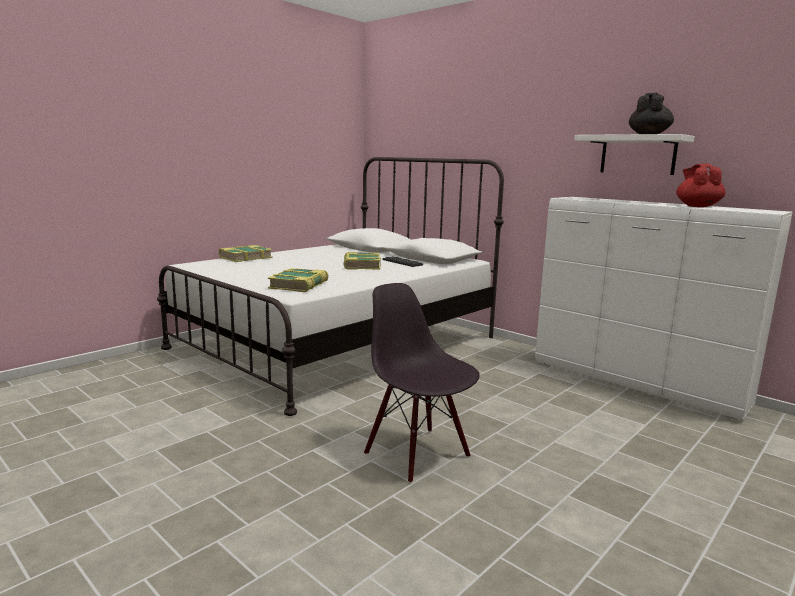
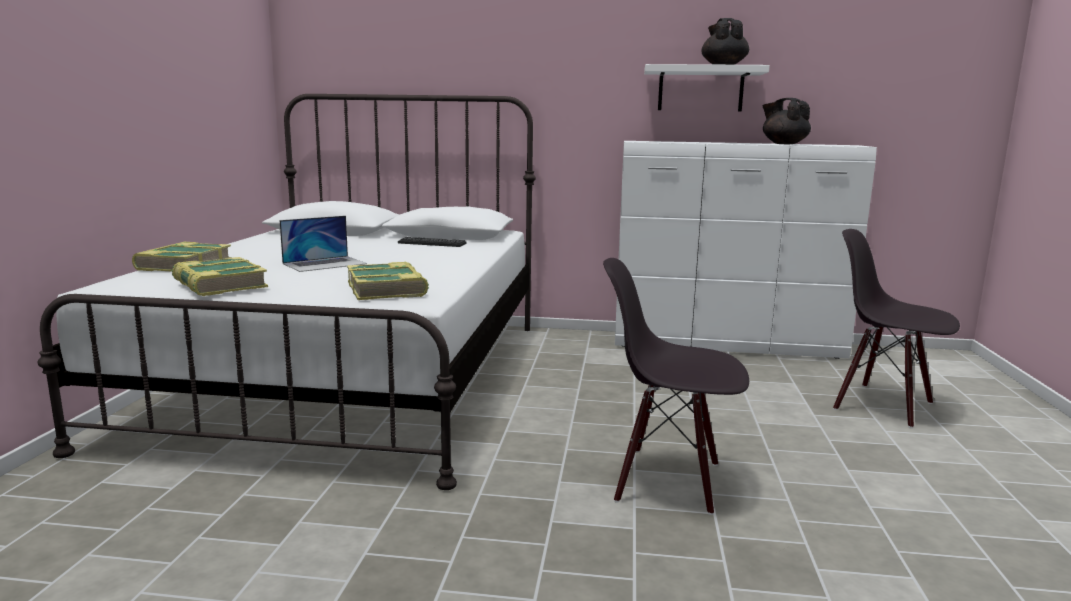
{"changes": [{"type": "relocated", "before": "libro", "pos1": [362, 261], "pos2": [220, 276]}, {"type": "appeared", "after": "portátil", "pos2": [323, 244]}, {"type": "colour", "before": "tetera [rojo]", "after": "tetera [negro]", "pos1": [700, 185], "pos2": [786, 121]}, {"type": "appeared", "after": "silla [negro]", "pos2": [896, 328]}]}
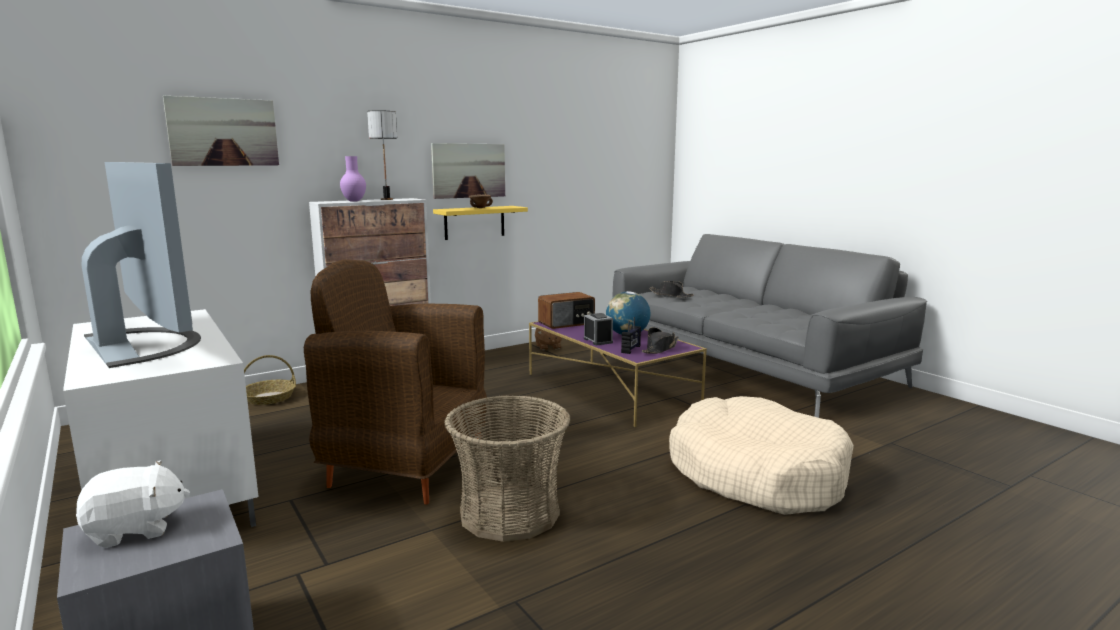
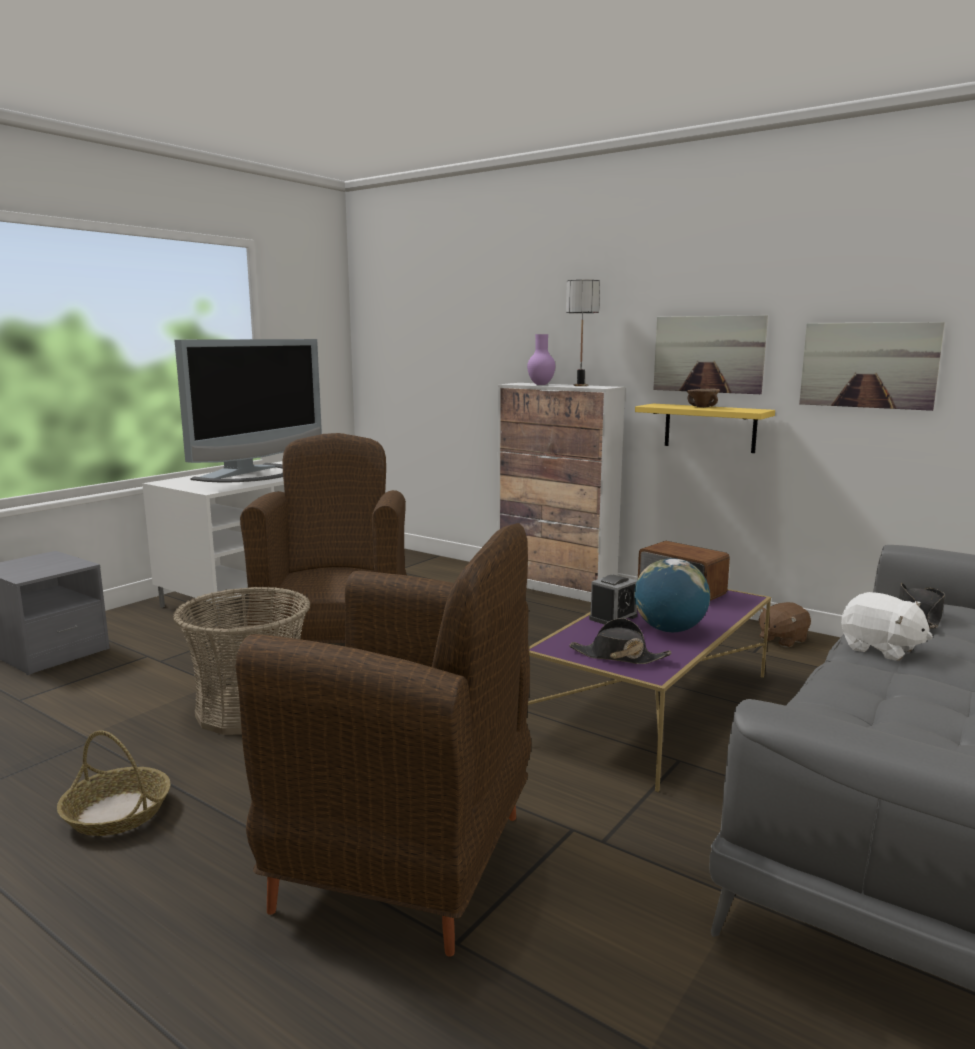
{"changes": [{"type": "relocated", "before": "cesta", "pos1": [270, 380], "pos2": [114, 783]}, {"type": "exchanged", "before": "cama para perro [beis]", "after": "sillón [marrón]", "pos1": [761, 455], "pos2": [384, 740]}, {"type": "relocated", "before": "cuadro", "pos1": [221, 130], "pos2": [872, 366]}, {"type": "relocated", "before": "peluche [blanco]", "pos1": [133, 504], "pos2": [887, 626]}, {"type": "missing", "before": "radio", "pos1": [631, 335]}]}
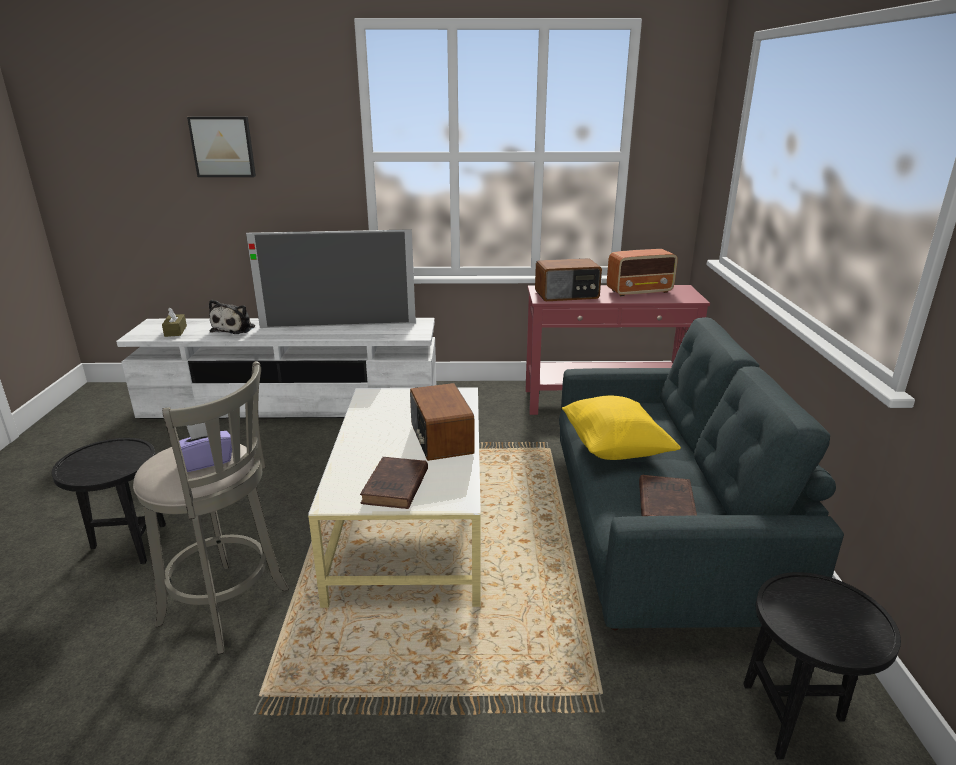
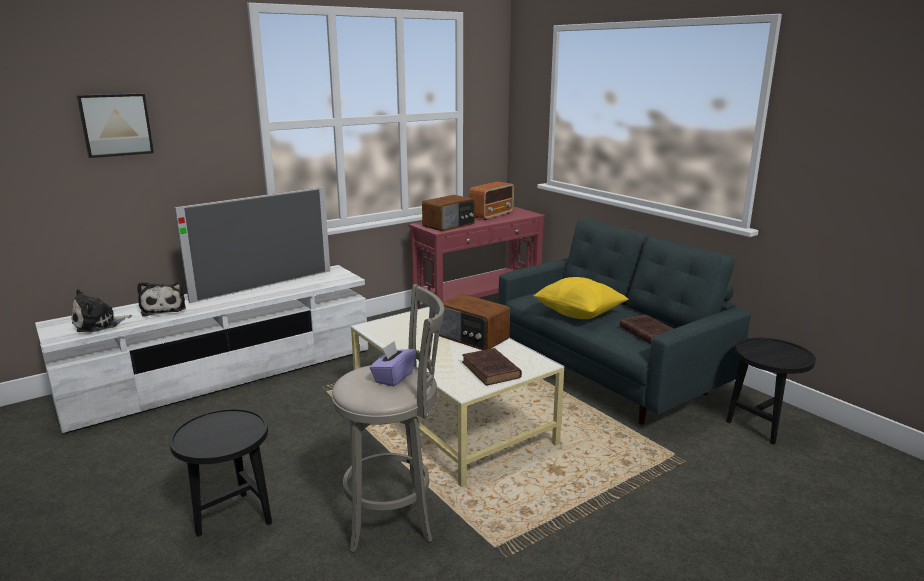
{"changes": [{"type": "exchanged", "before": "caja de pañuelos [marrón]", "after": "peluche", "pos1": [174, 322], "pos2": [101, 311]}]}
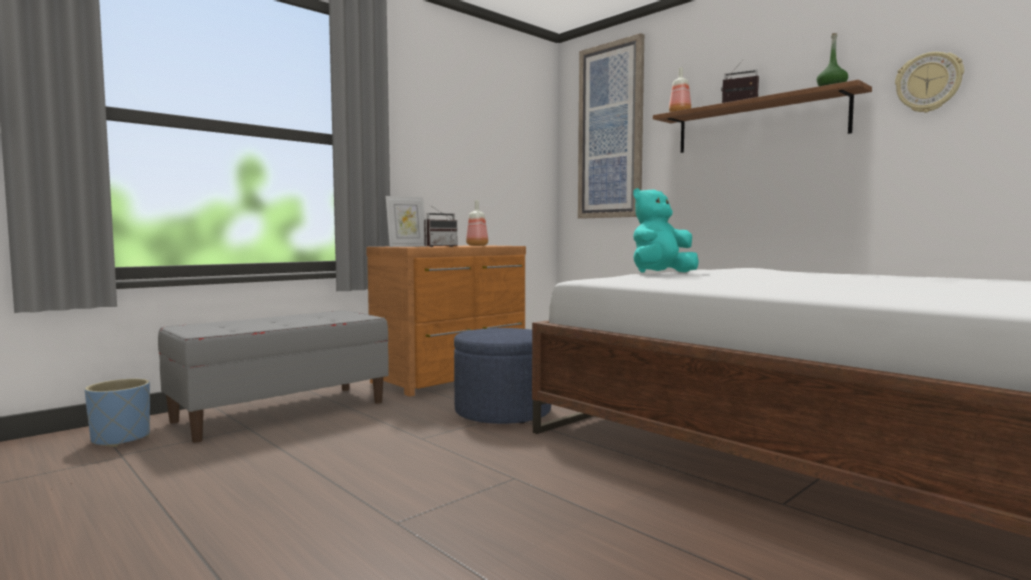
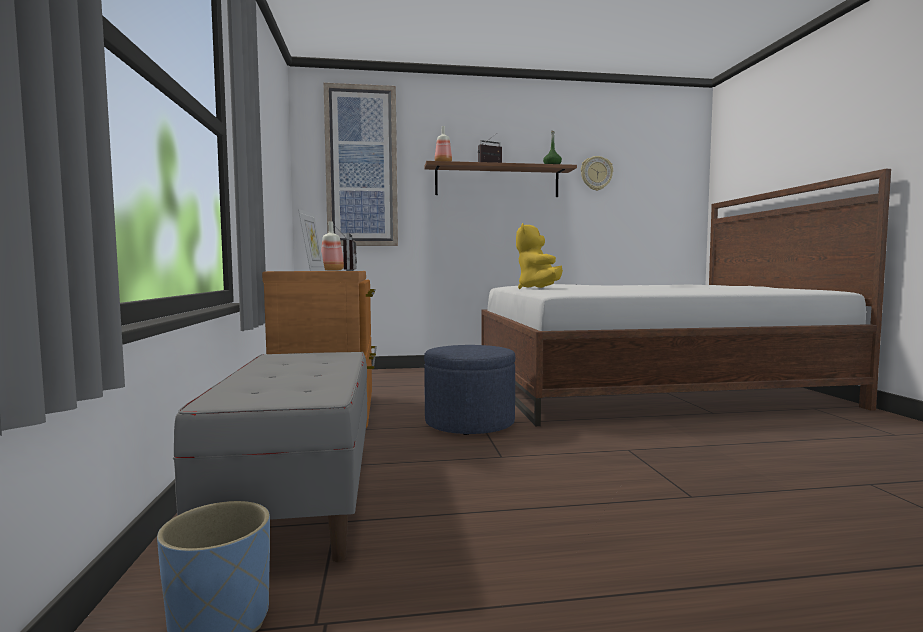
{"changes": [{"type": "colour", "before": "peluche [turquesa]", "after": "peluche [amarillo]", "pos1": [666, 230], "pos2": [539, 256]}]}
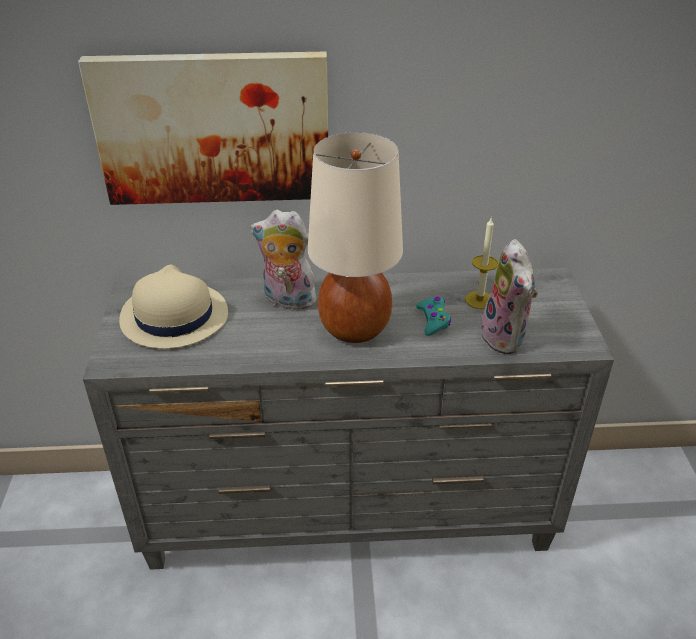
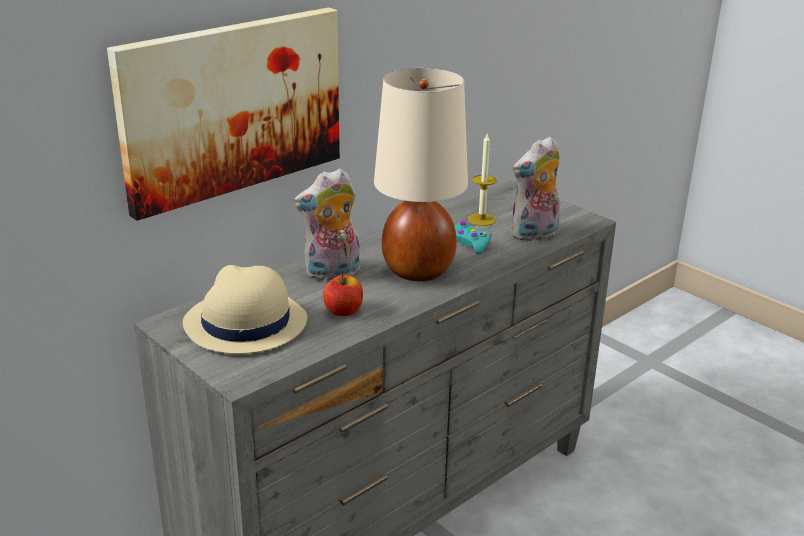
{"changes": [{"type": "appeared", "after": "manzana", "pos2": [343, 295]}, {"type": "spun", "before": "peluche", "pos1": [507, 296], "pos2": [535, 190], "turn": 105}]}
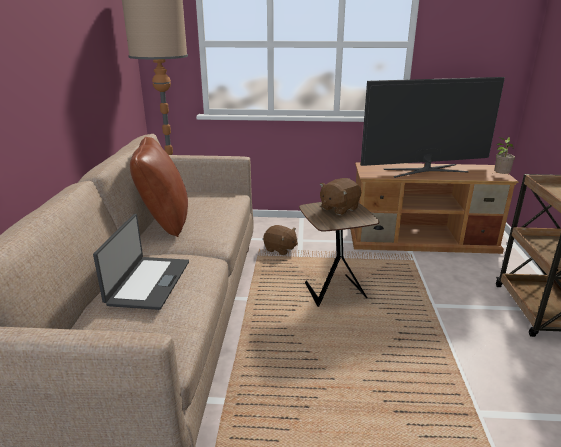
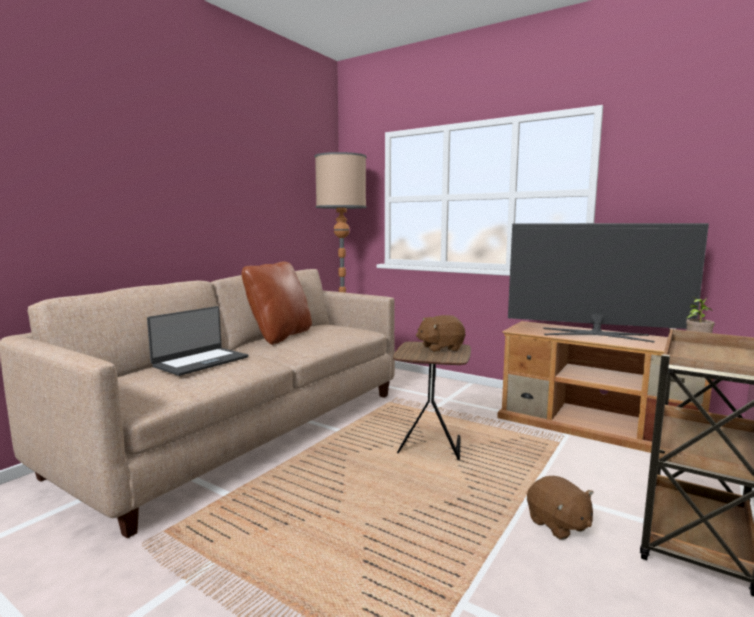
{"changes": [{"type": "relocated", "before": "peluche [marrón]", "pos1": [280, 240], "pos2": [560, 508]}]}
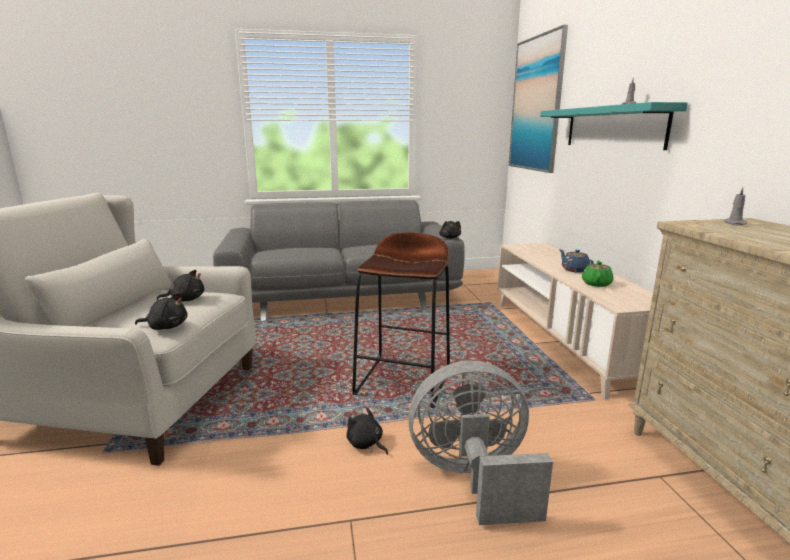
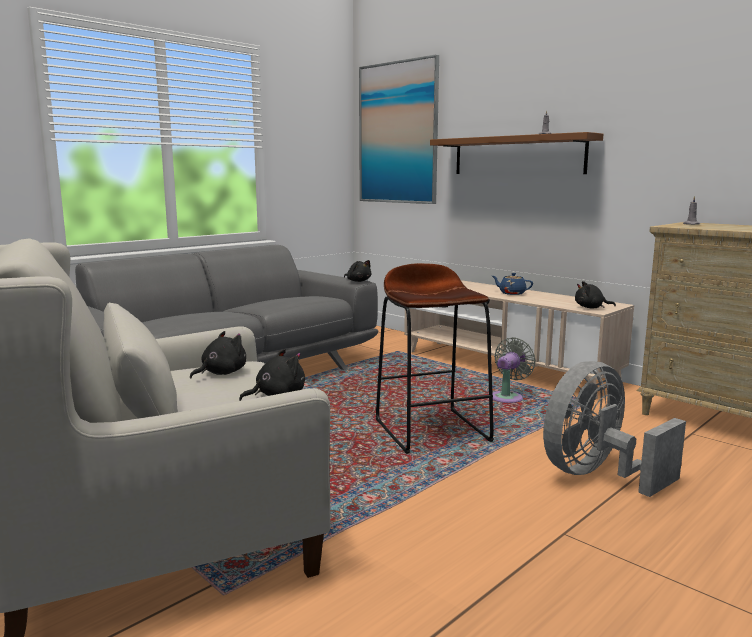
{"changes": [{"type": "colour", "before": "estante [turquesa]", "after": "estante [marrón]", "pos1": [614, 126], "pos2": [516, 153]}, {"type": "appeared", "after": "ventilador [gris]", "pos2": [514, 370]}, {"type": "relocated", "before": "peluche [negro]", "pos1": [367, 431], "pos2": [595, 294]}, {"type": "missing", "before": "tetera [verde]", "pos1": [598, 273]}]}
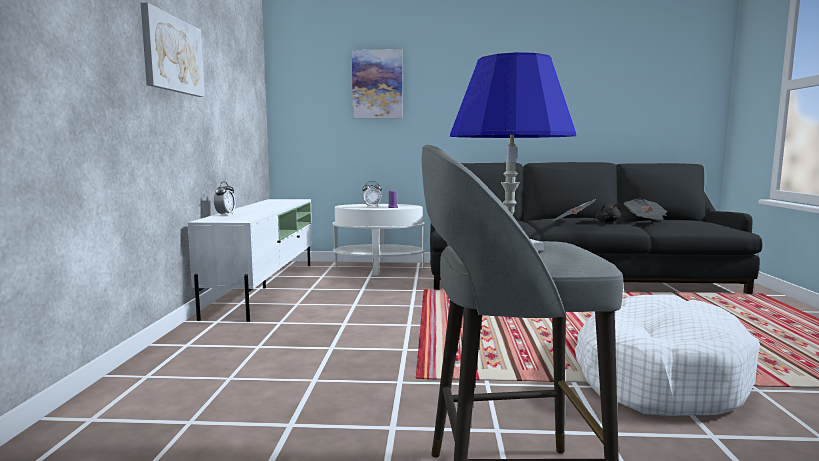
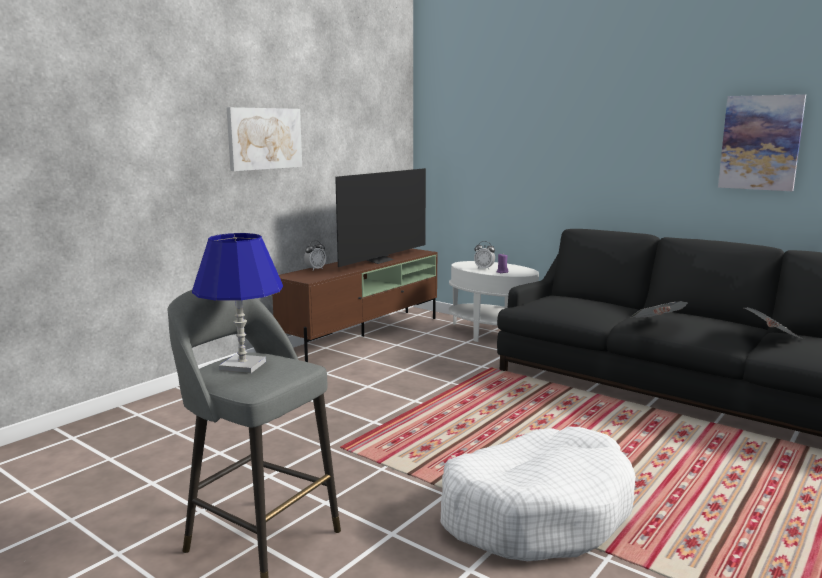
{"changes": [{"type": "colour", "before": "mueble de televisión [blanco]", "after": "mueble de televisión [marrón]", "pos1": [250, 260], "pos2": [354, 305]}, {"type": "appeared", "after": "televisor", "pos2": [380, 217]}, {"type": "relocated", "before": "cuadro", "pos1": [377, 83], "pos2": [762, 142]}, {"type": "missing", "before": "peluche [negro]", "pos1": [608, 212]}]}
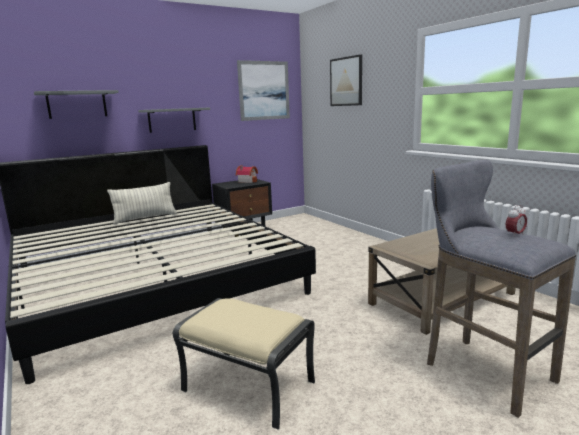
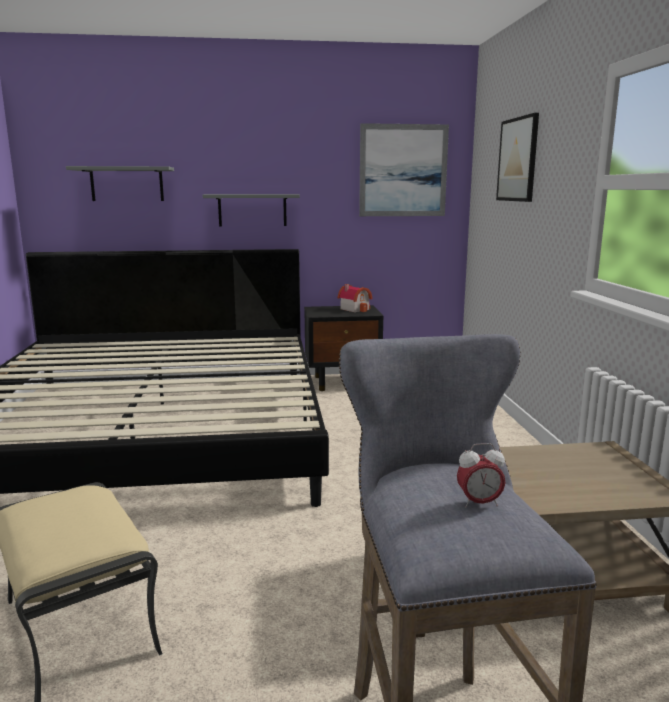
{"changes": [{"type": "missing", "before": "cojín", "pos1": [142, 203]}]}
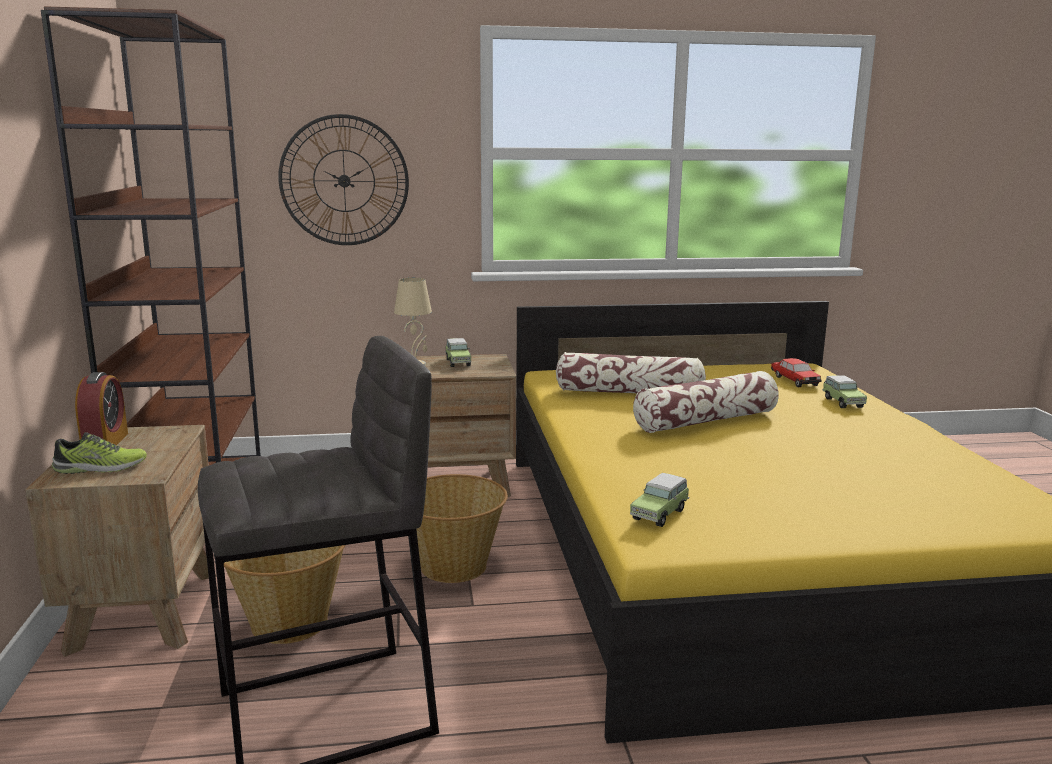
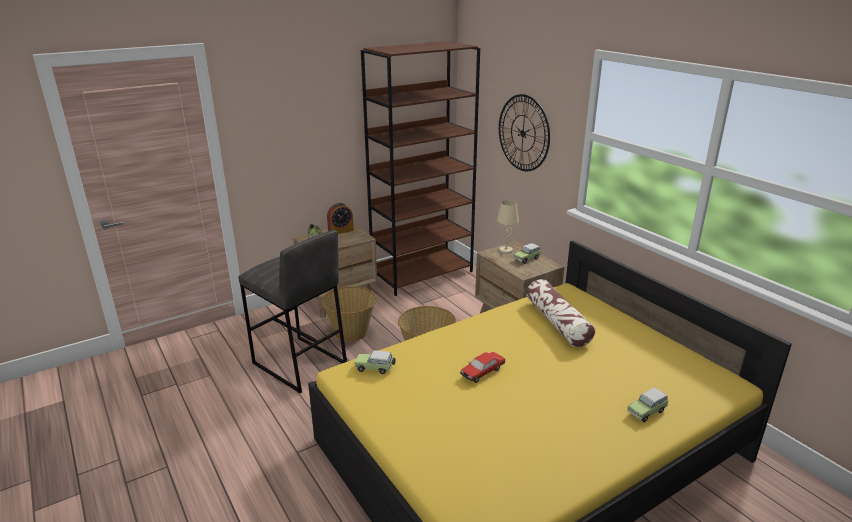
{"changes": [{"type": "relocated", "before": "coche de juguete", "pos1": [796, 372], "pos2": [482, 367]}, {"type": "missing", "before": "cojín", "pos1": [706, 402]}]}
